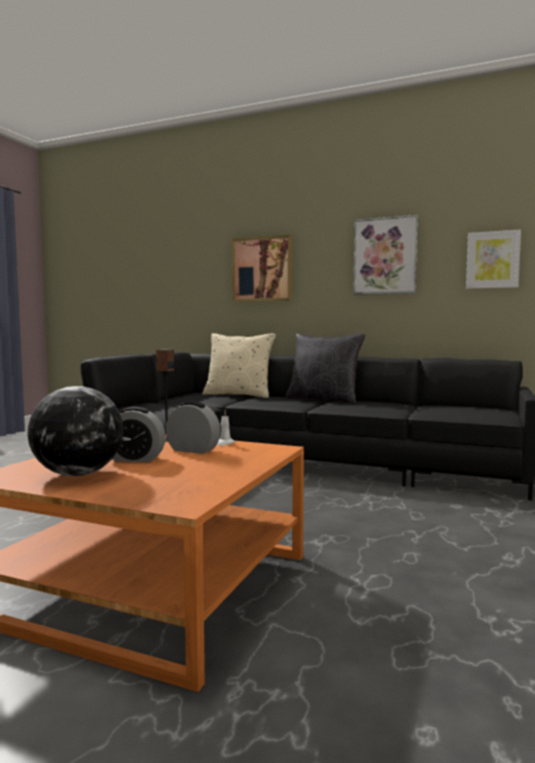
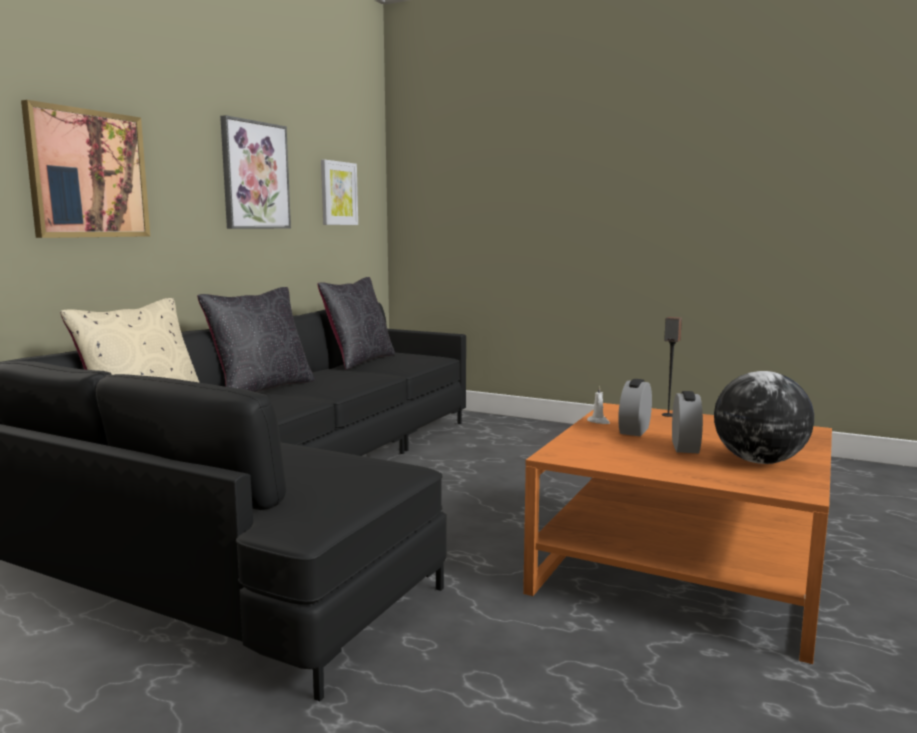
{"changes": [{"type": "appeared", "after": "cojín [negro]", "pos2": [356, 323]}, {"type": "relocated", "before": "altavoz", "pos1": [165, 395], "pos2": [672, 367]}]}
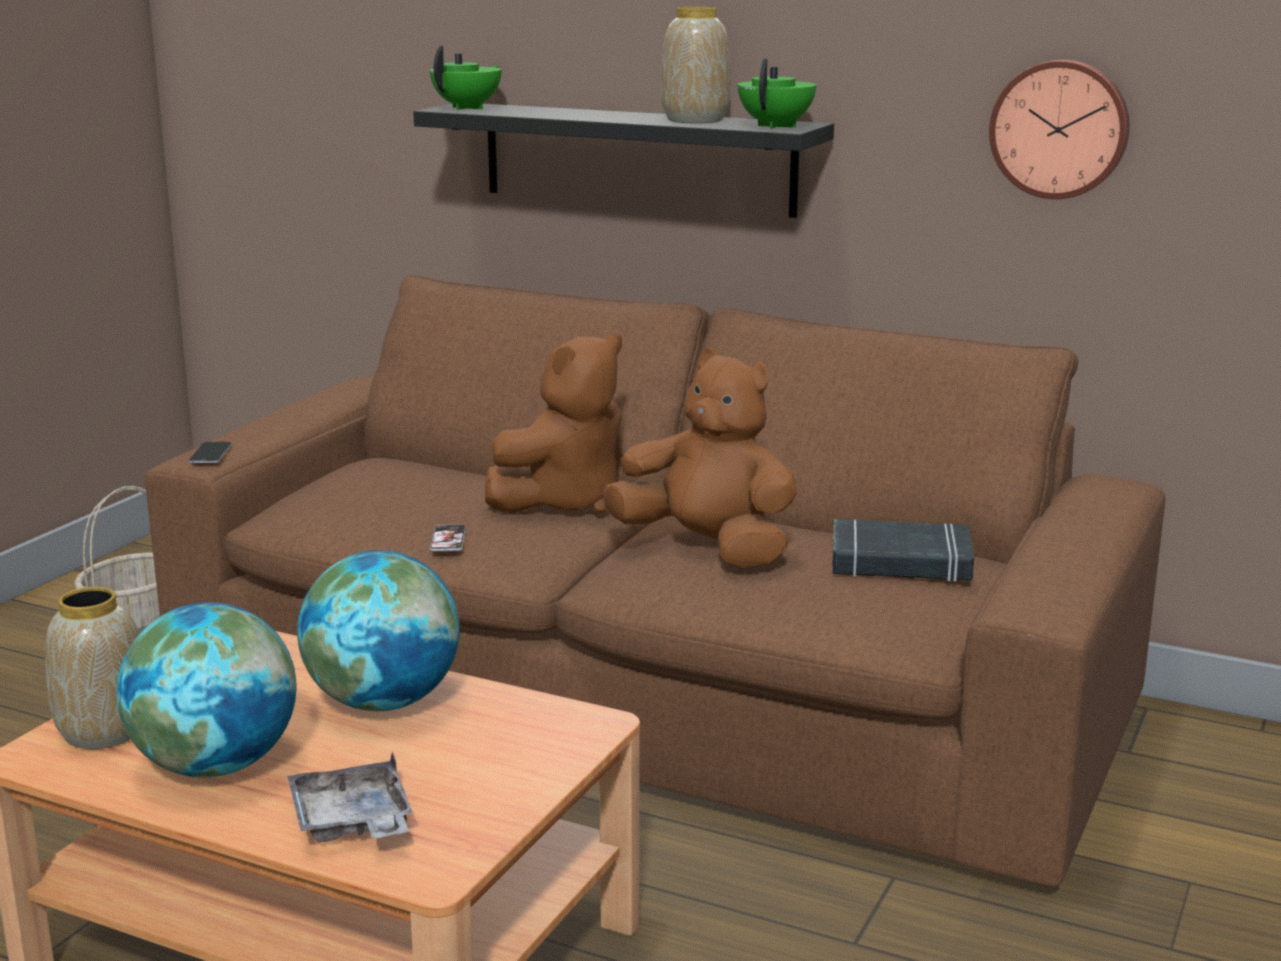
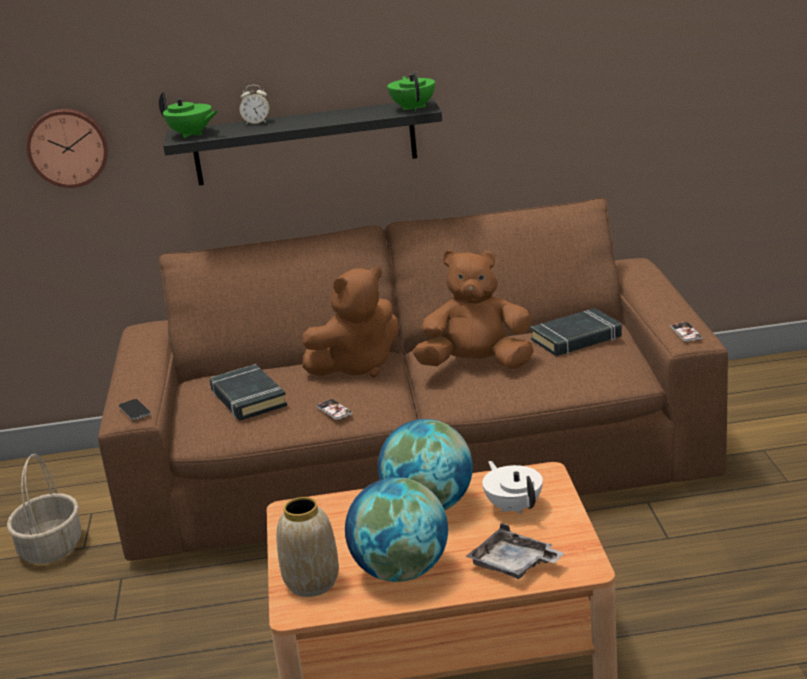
{"changes": [{"type": "relocated", "before": "reloj de pared", "pos1": [1059, 129], "pos2": [68, 148]}, {"type": "spun", "before": "tetera [verde]", "pos1": [465, 78], "pos2": [188, 115], "turn": 120}, {"type": "appeared", "after": "libro [negro]", "pos2": [248, 392]}, {"type": "appeared", "after": "despertador", "pos2": [254, 105]}, {"type": "spun", "before": "peluche [marrón]", "pos1": [553, 424], "pos2": [350, 322], "turn": 45}, {"type": "appeared", "after": "tetera [blanco]", "pos2": [512, 487]}, {"type": "appeared", "after": "móvil", "pos2": [686, 332]}, {"type": "missing", "before": "florero", "pos1": [696, 65]}]}
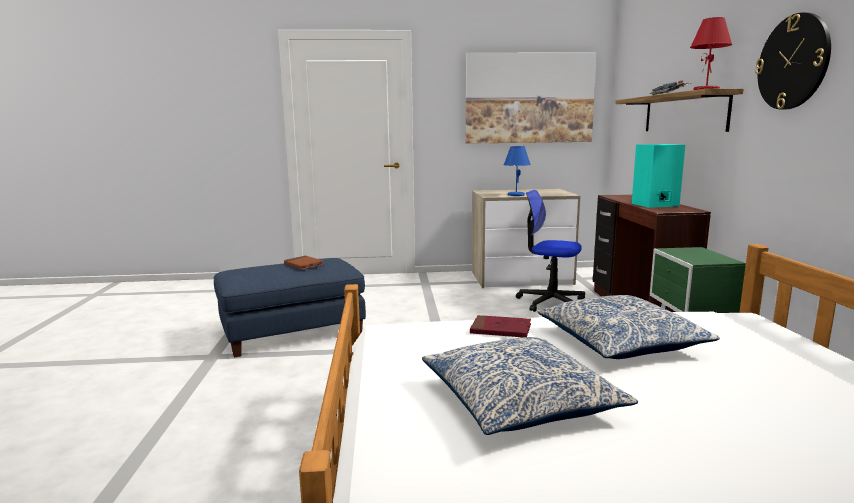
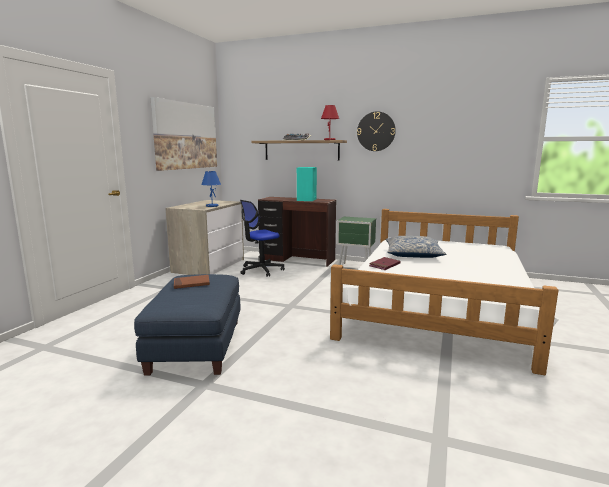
{"changes": [{"type": "missing", "before": "cojín", "pos1": [530, 386]}]}
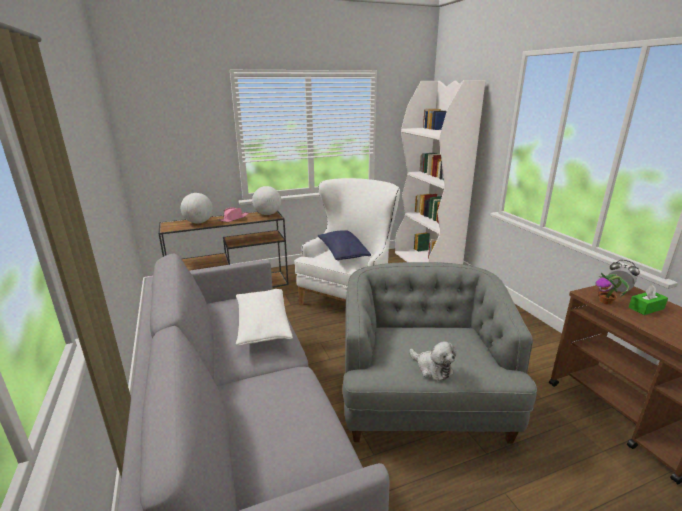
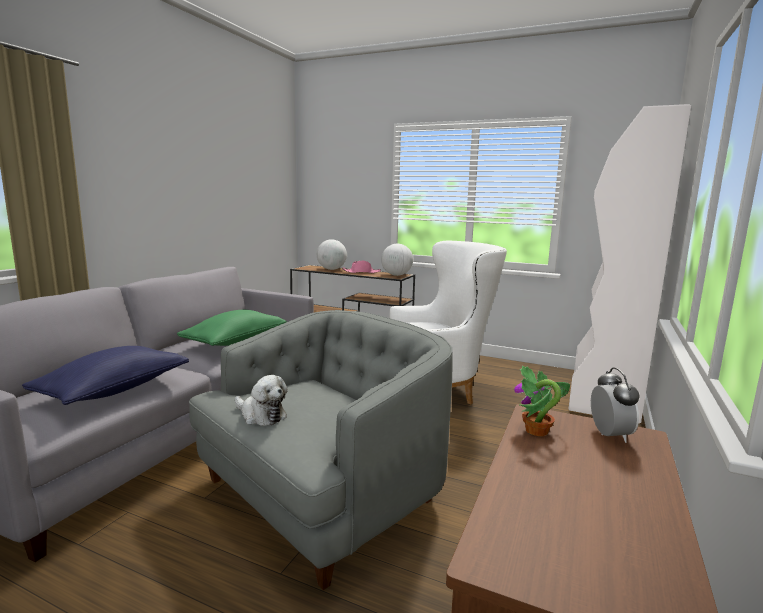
{"changes": [{"type": "relocated", "before": "cojín [azul]", "pos1": [344, 245], "pos2": [105, 375]}, {"type": "colour", "before": "cojín [blanco]", "after": "cojín [verde]", "pos1": [264, 317], "pos2": [232, 328]}, {"type": "spun", "before": "peluche", "pos1": [433, 360], "pos2": [261, 400], "turn": -60}, {"type": "missing", "before": "caja de pañuelos [verde]", "pos1": [648, 300]}]}
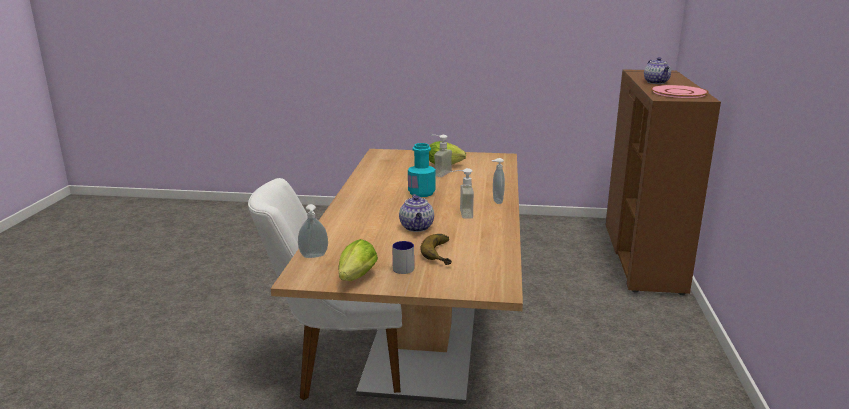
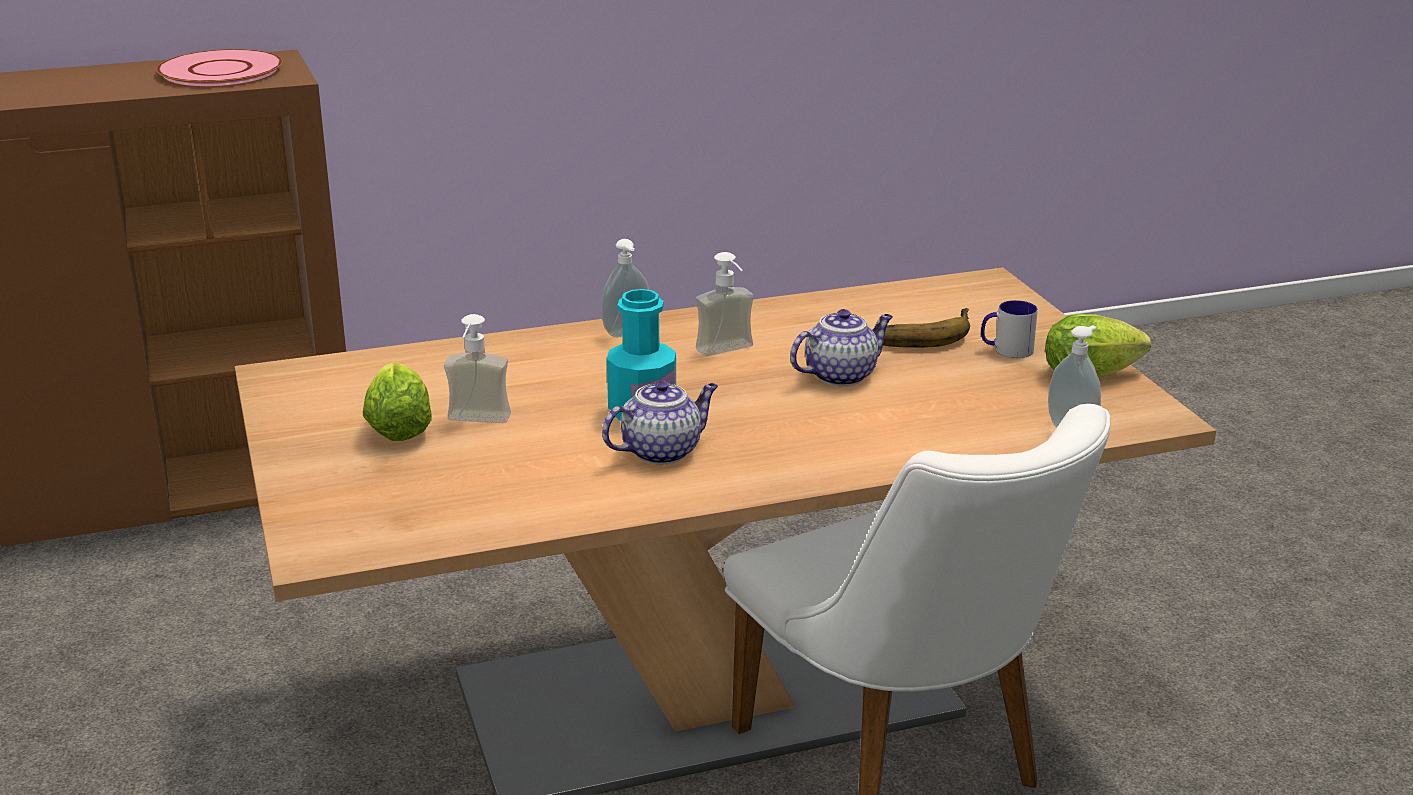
{"changes": [{"type": "relocated", "before": "tetera", "pos1": [657, 70], "pos2": [660, 422]}]}
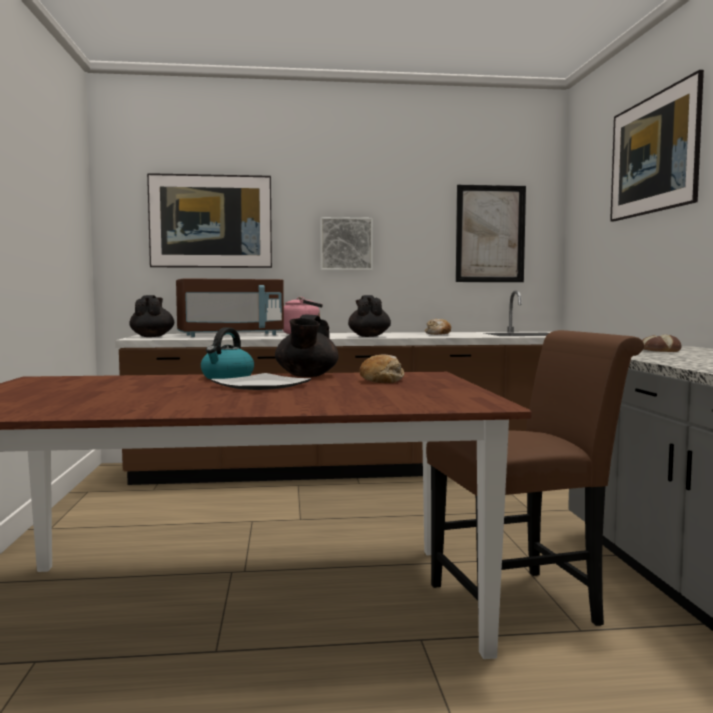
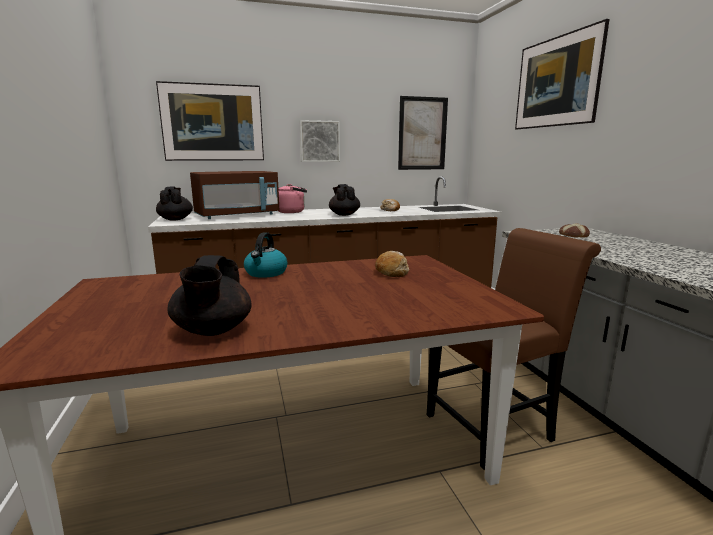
{"changes": [{"type": "relocated", "before": "tetera [negro]", "pos1": [307, 346], "pos2": [209, 295]}, {"type": "missing", "before": "plato", "pos1": [261, 381]}]}
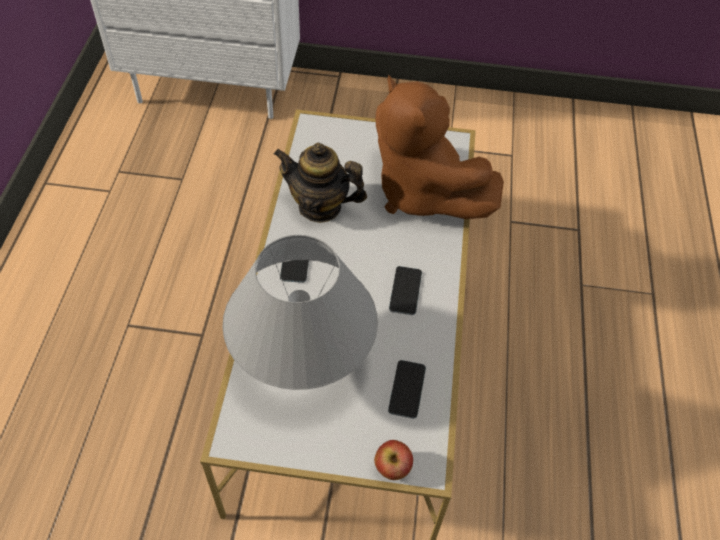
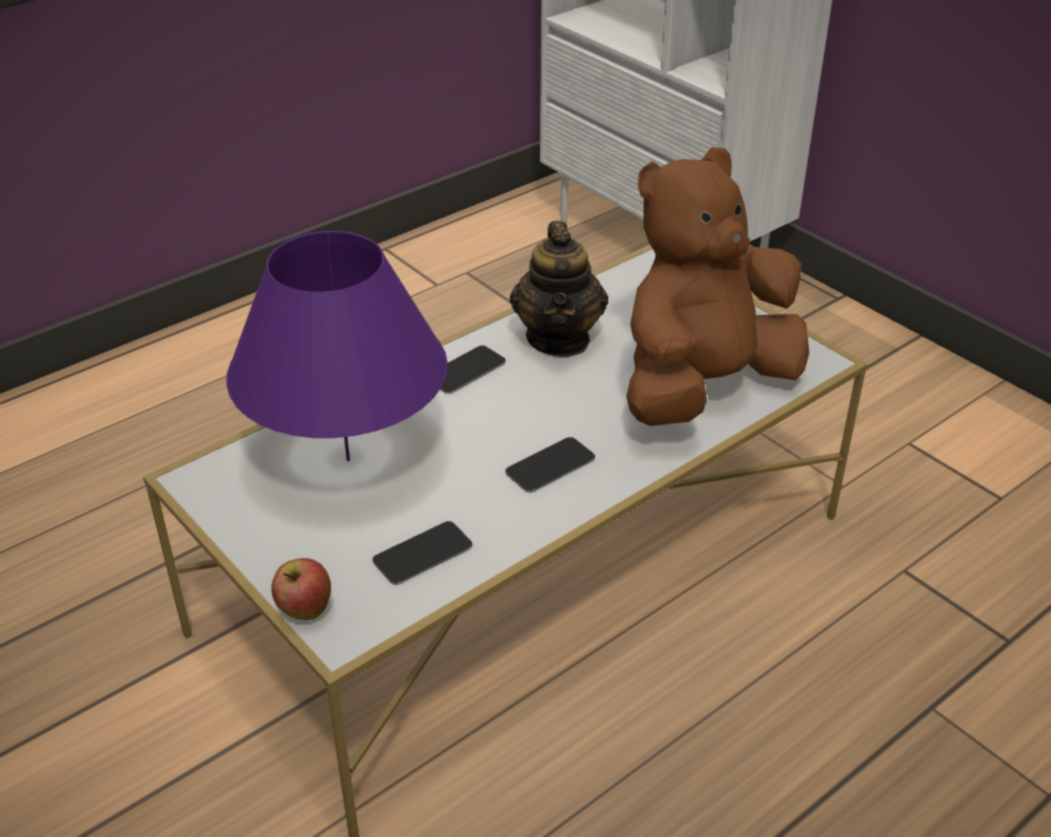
{"changes": [{"type": "colour", "before": "lámpara de mesa [gris]", "after": "lámpara de mesa [morado]", "pos1": [300, 312], "pos2": [337, 346]}, {"type": "spun", "before": "tetera", "pos1": [320, 183], "pos2": [559, 289], "turn": -150}, {"type": "spun", "before": "peluche [marrón]", "pos1": [440, 147], "pos2": [717, 286], "turn": 45}]}
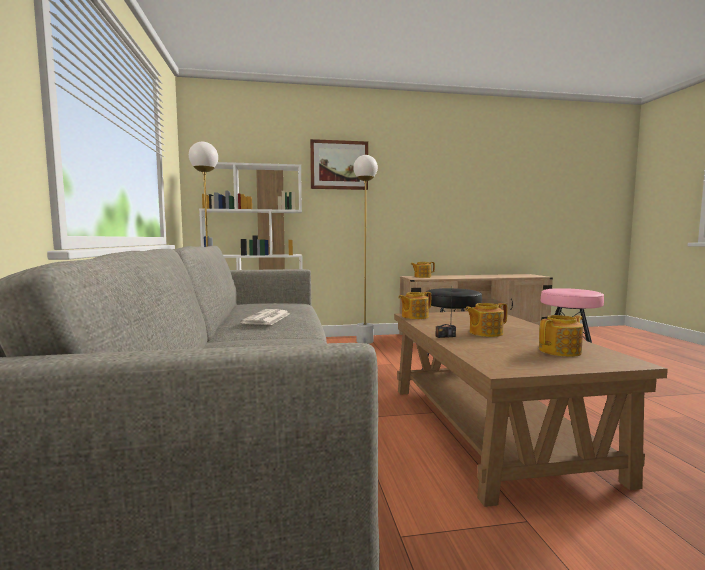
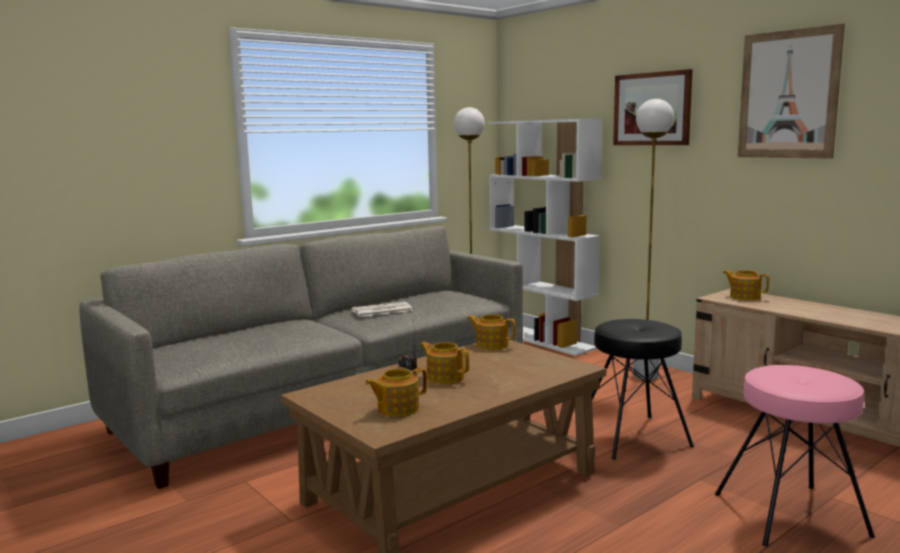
{"changes": [{"type": "spun", "before": "tetera", "pos1": [561, 336], "pos2": [396, 392], "turn": 120}, {"type": "appeared", "after": "cuadro", "pos2": [791, 91]}]}
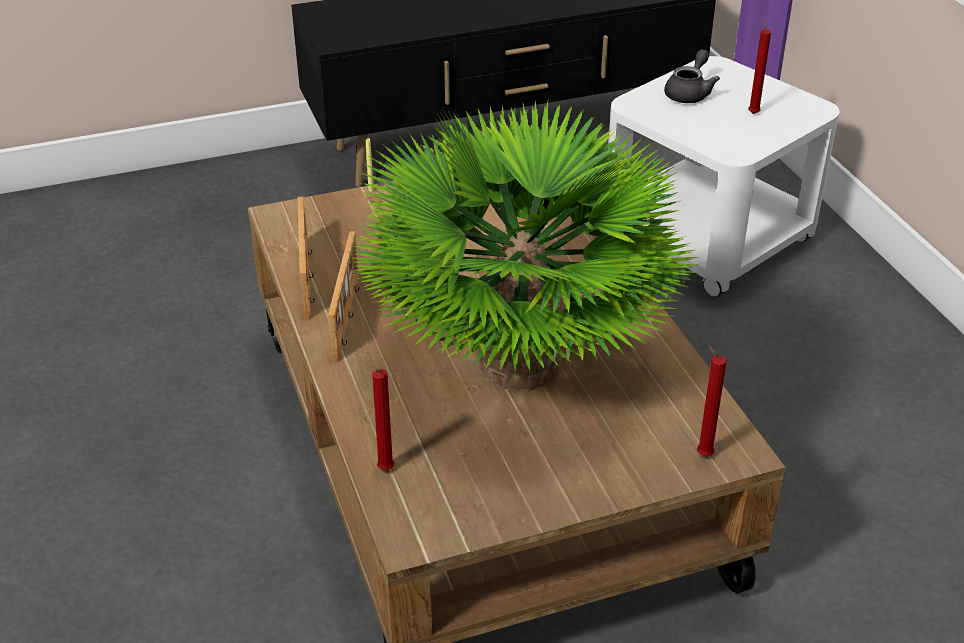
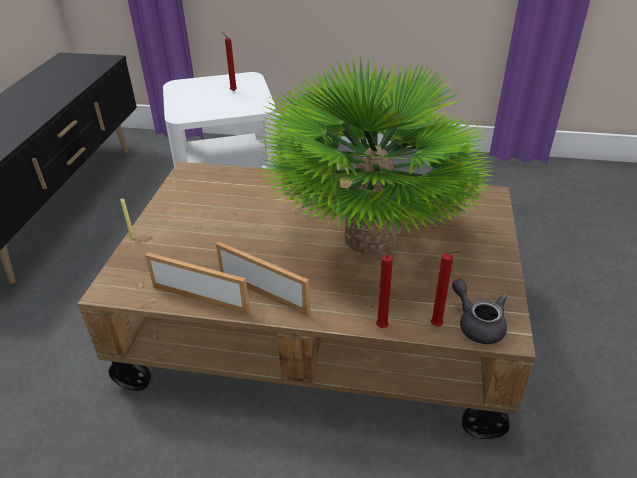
{"changes": [{"type": "relocated", "before": "vela [rojo]", "pos1": [712, 400], "pos2": [384, 290]}, {"type": "relocated", "before": "tetera [gris]", "pos1": [692, 76], "pos2": [479, 311]}]}
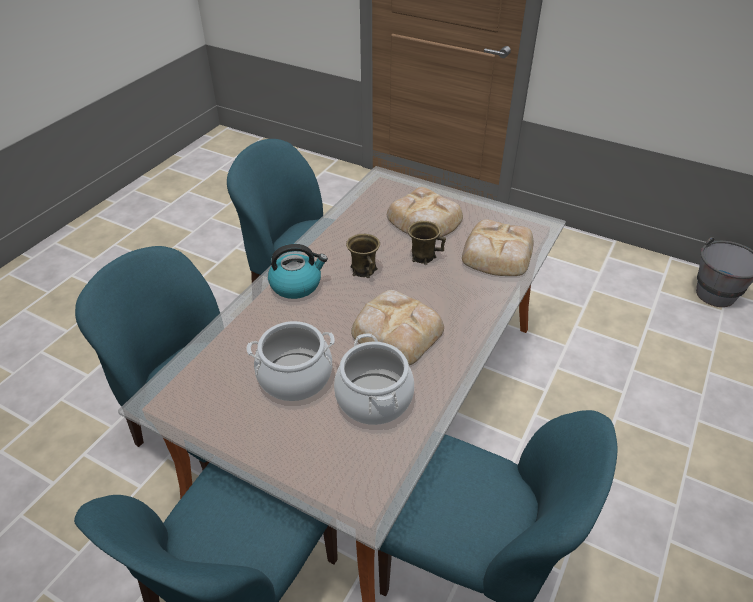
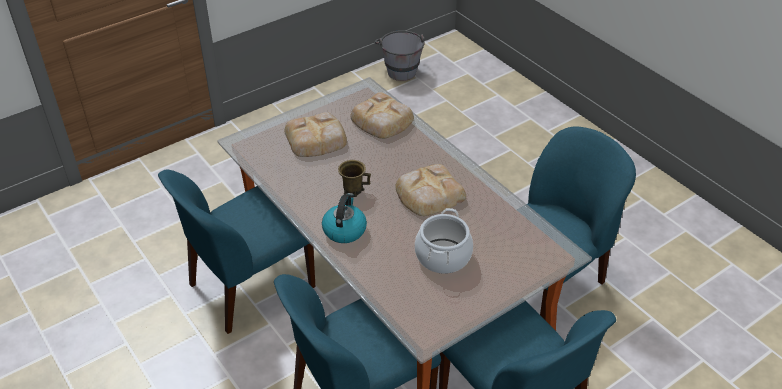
{"changes": [{"type": "missing", "before": "olla", "pos1": [374, 379]}, {"type": "missing", "before": "taza grande [marrón]", "pos1": [427, 243]}]}
